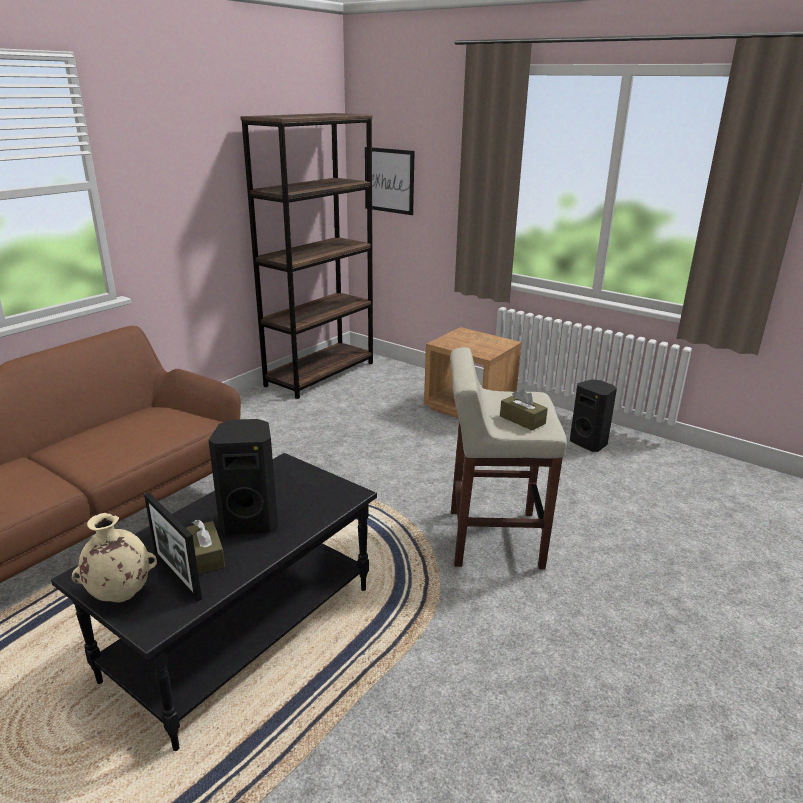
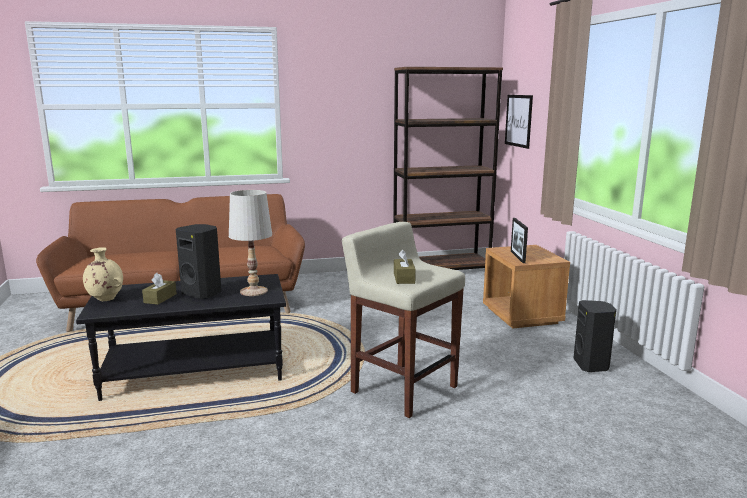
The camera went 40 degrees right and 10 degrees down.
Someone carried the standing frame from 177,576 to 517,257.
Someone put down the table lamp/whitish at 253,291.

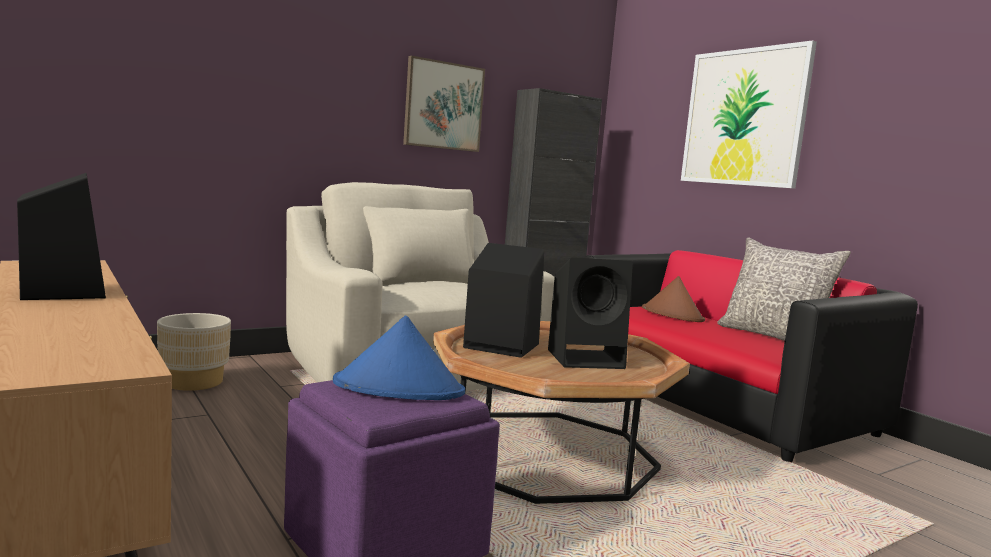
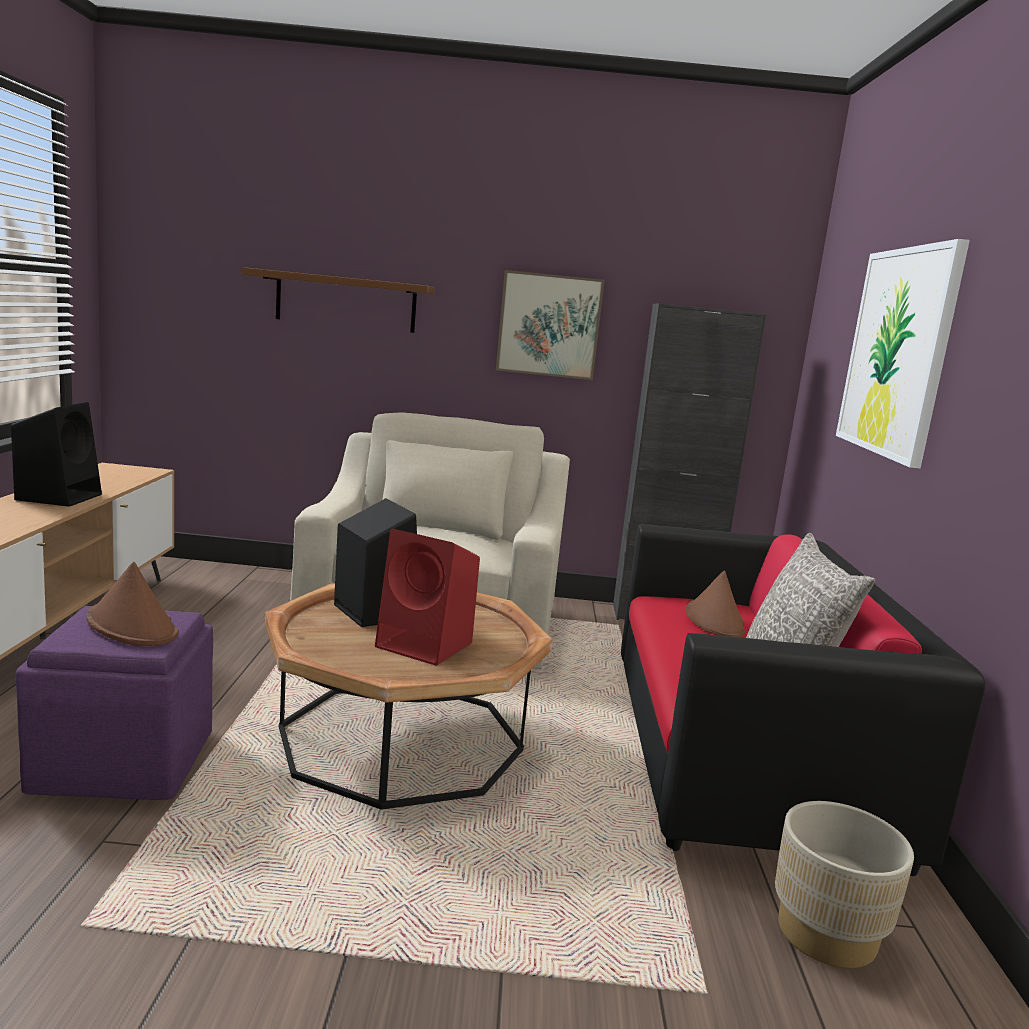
The camera went 35 degrees right and 5 degrees up.
Someone carried the flower pot/beige-coloured from 193,382 to 826,933.
Someone repainted the clothing hat/blue-coloured at 399,388, which became the clothing hat/brownish at 132,626.
Someone repainted the speaker/blackish at 587,359, which became the speaker/red at 427,645.
Someone put up the wall shelf/brownish at 346,302.

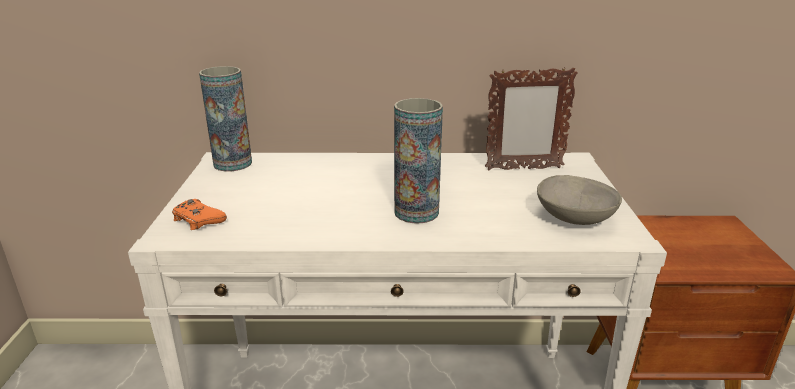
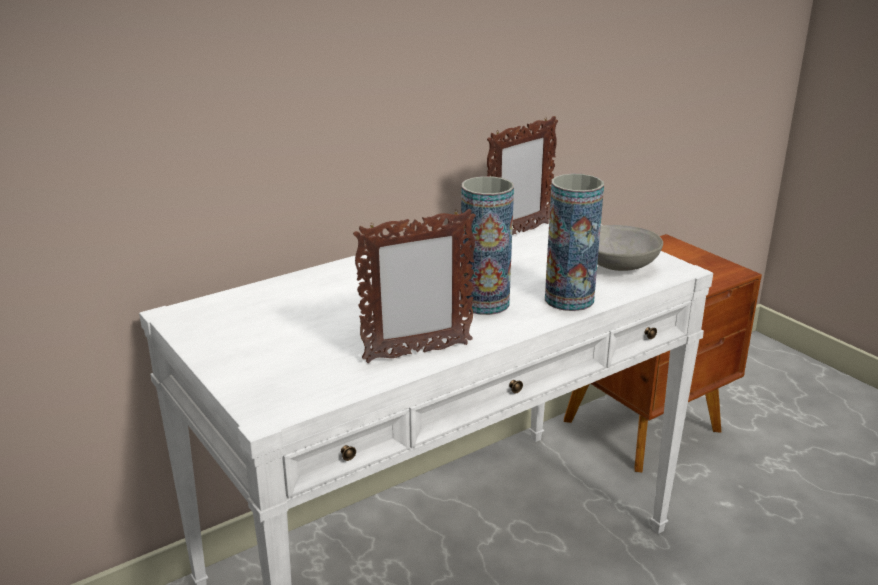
The camera went 35 degrees left and 0 degrees up.
Someone took away the gamepad/orange at 198,220.
Someone carried the flower vase from 232,163 to 569,299.
Someone put down the standing frame at 416,353.

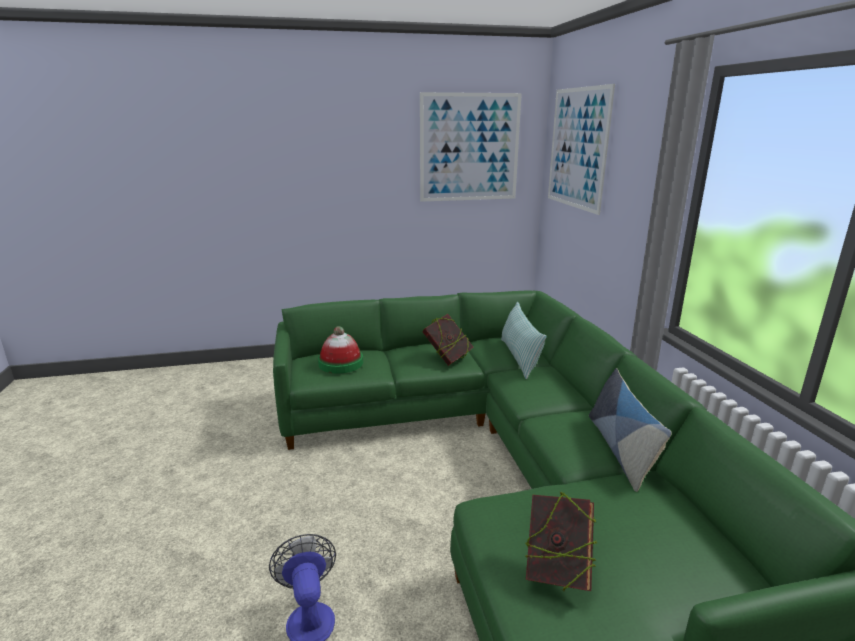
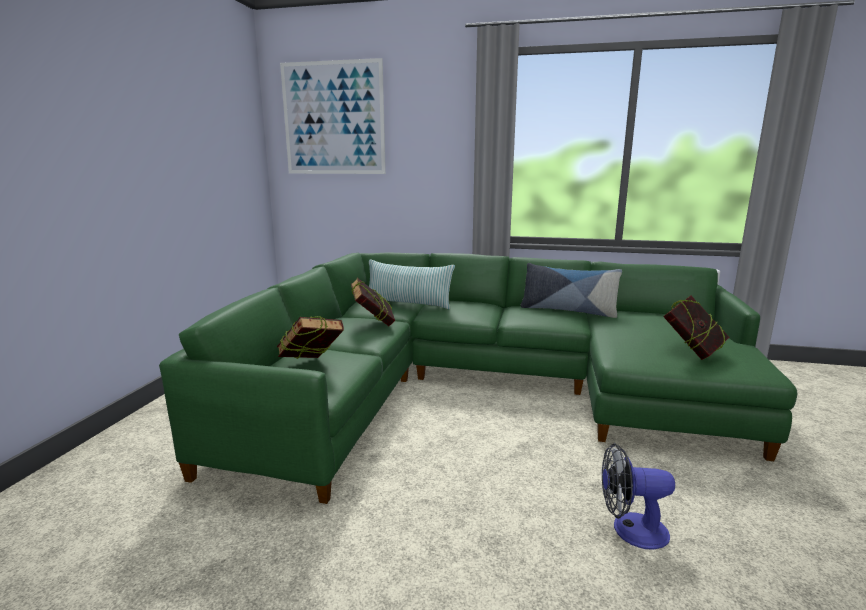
The camera went 65 degrees left and 5 degrees down.
Someone swapped the clothing hat at 340,363 for the volume at 311,366.
Someone took away the wall art at 469,148.

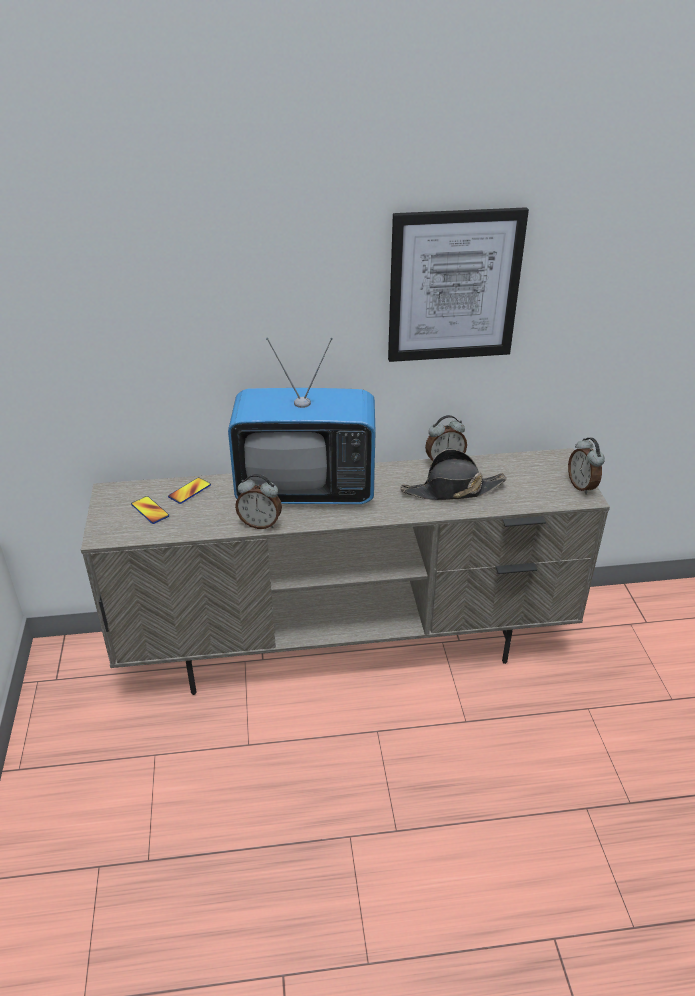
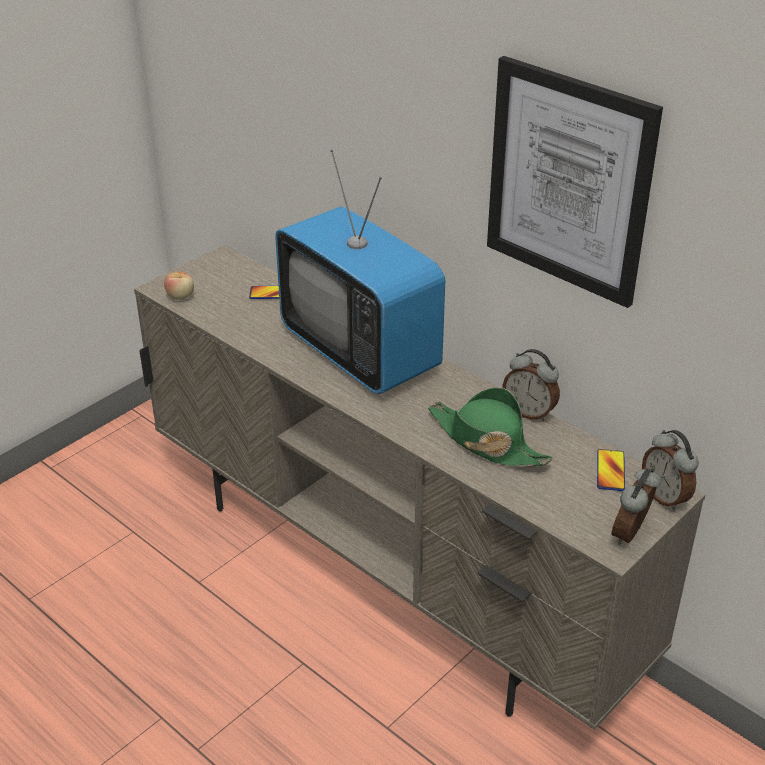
The camera went 50 degrees right and 0 degrees up.
Someone carried the handset from 150,510 to 610,471.
Someone carried the bedside clock from 260,523 to 665,497.
Someone repainted the clothing hat/blackish at 452,490, which became the clothing hat/green at 486,441.
Someone put down the whole apple at 181,297.

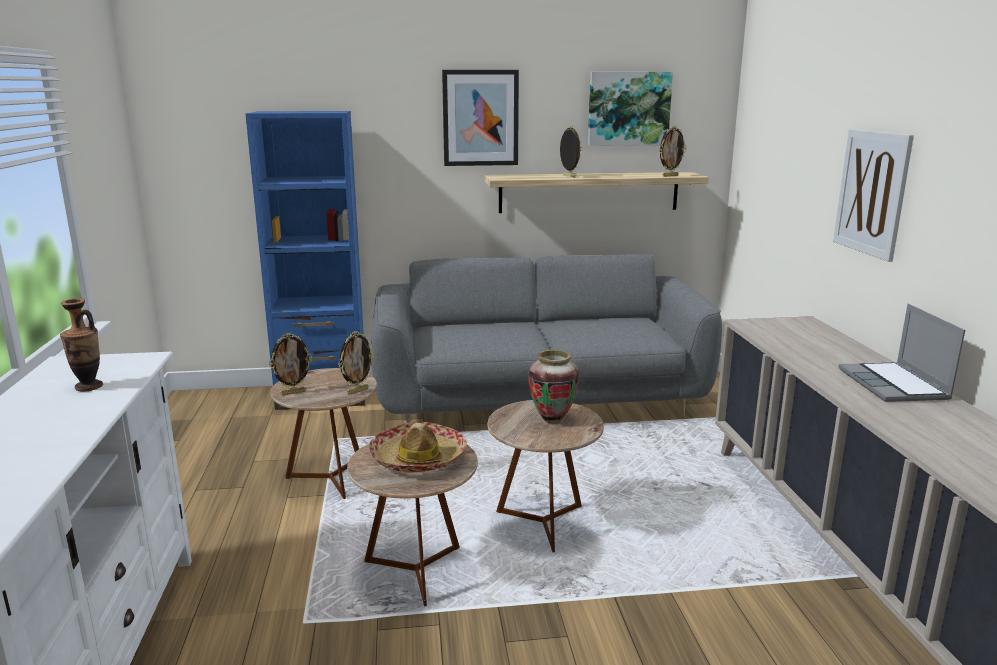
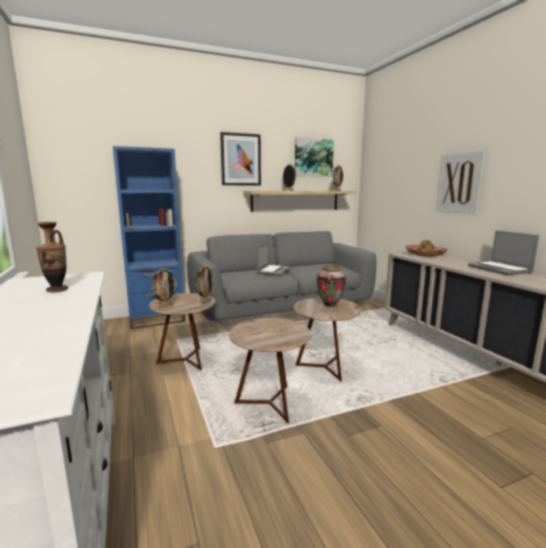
The camera went 15 degrees left and 5 degrees down.
Someone carried the clothing hat from 418,458 to 425,254.
Someone put down the laptop at 273,271.

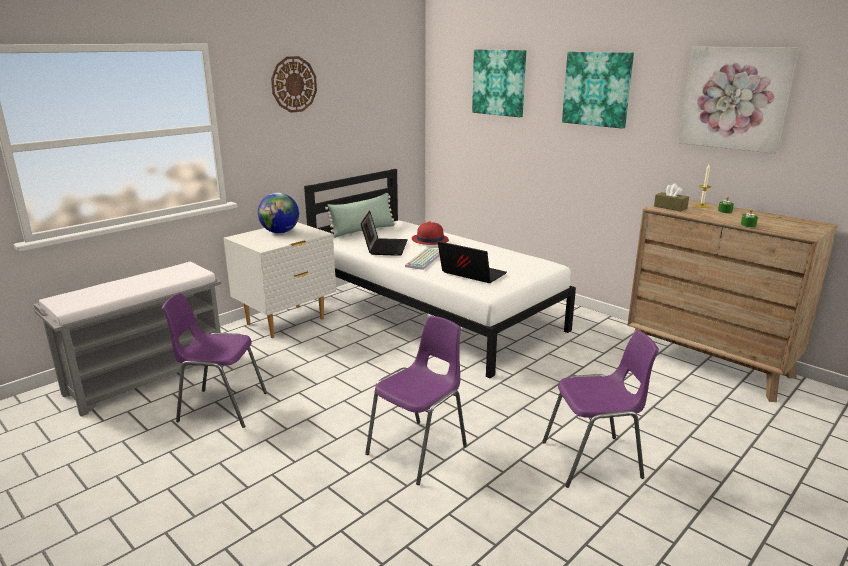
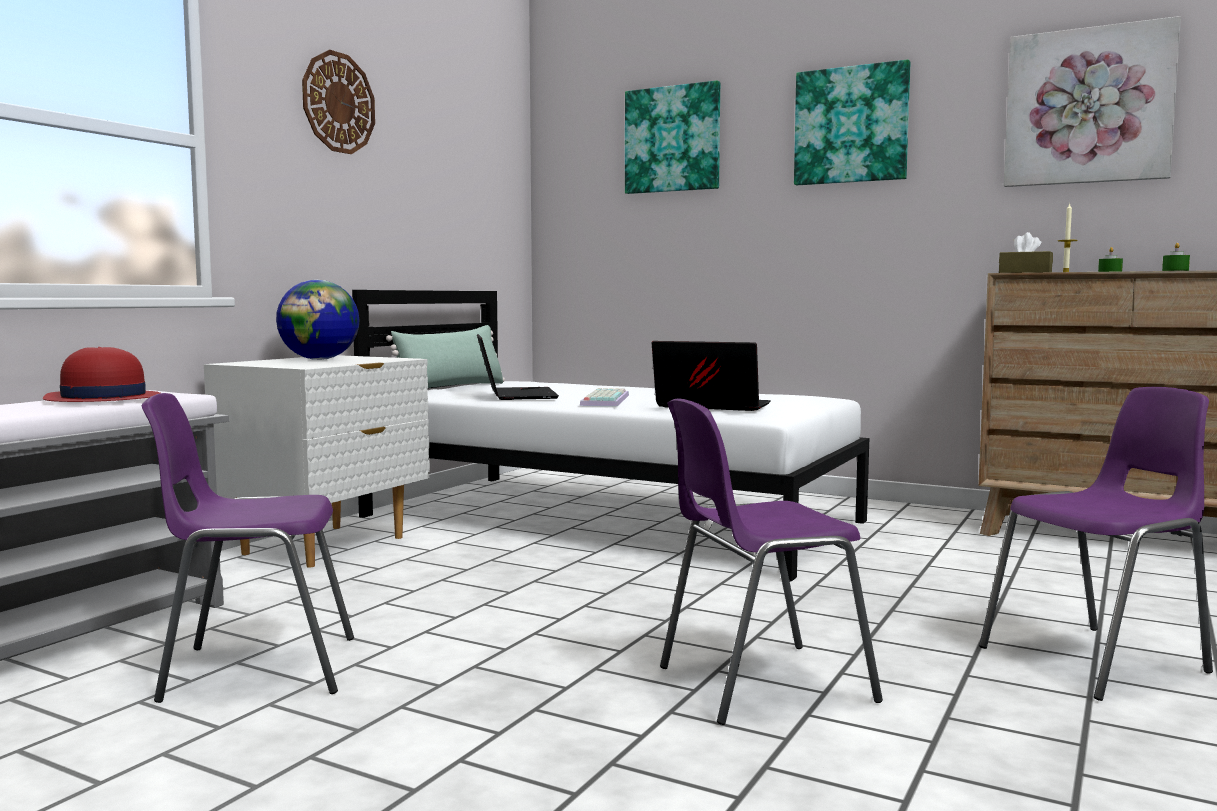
The camera went 15 degrees left and 15 degrees down.
Someone rotated the chair/purplish at 419,450 by 135 degrees counterclockwise.
Someone carried the clothing hat/red from 429,240 to 103,399.

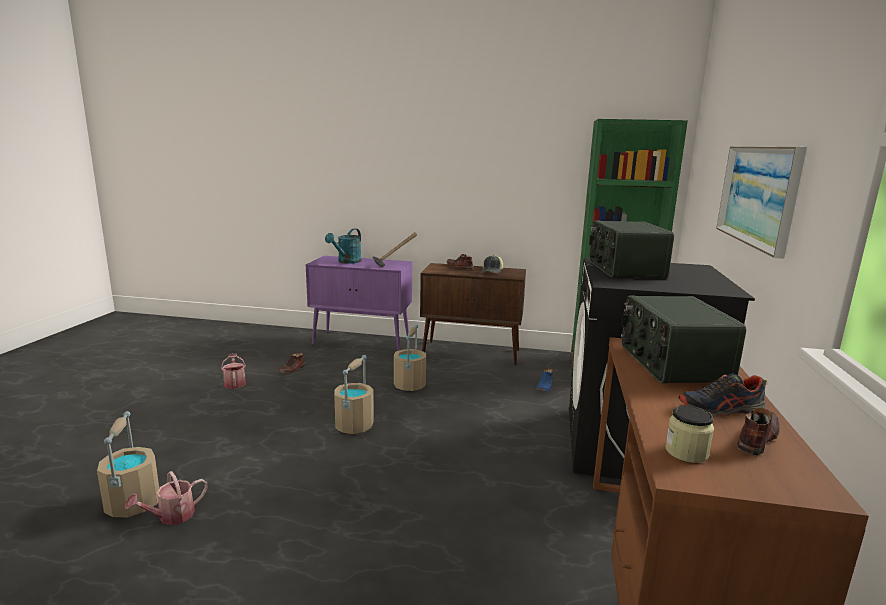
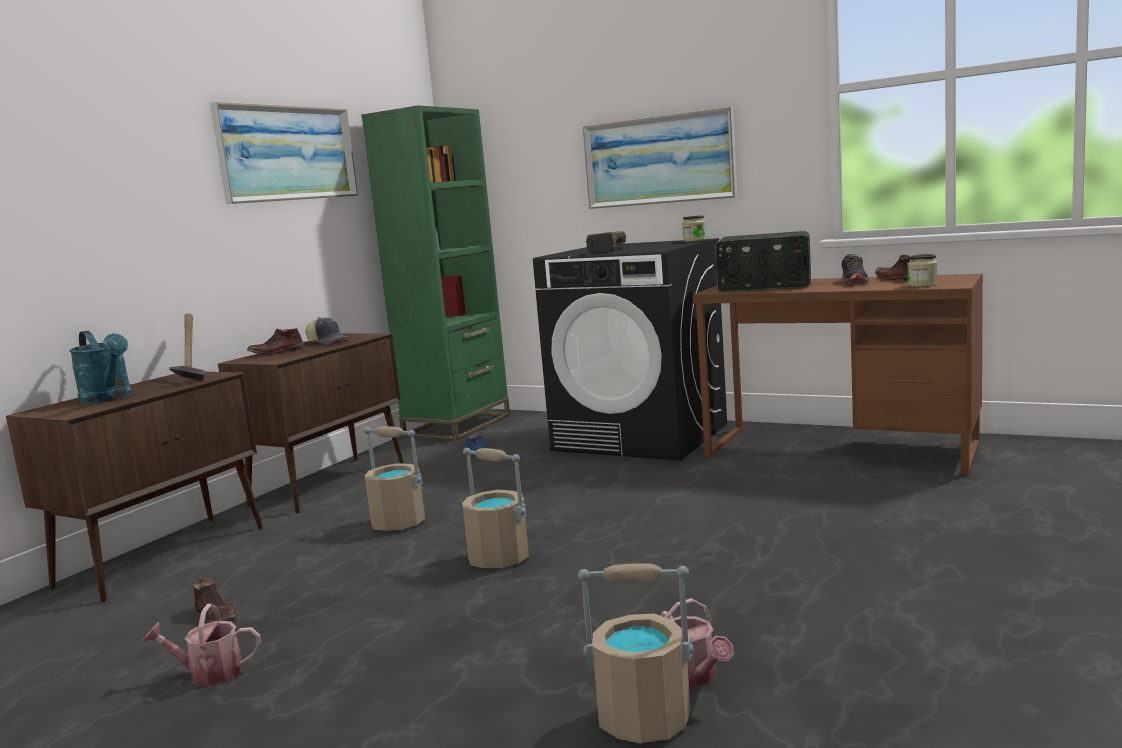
The camera went 70 degrees left and 5 degrees down.
Someone repainted the cabinet/purplish at 362,342, which became the cabinet/brownish at 165,556.
Someone swapped the radio at 624,269 for the electric drill at 601,251.
Someone put up the wall art at 287,153.
Someone put down the storage jar at 694,240.

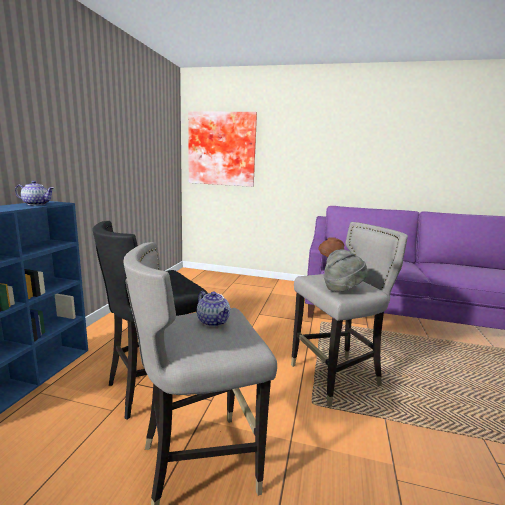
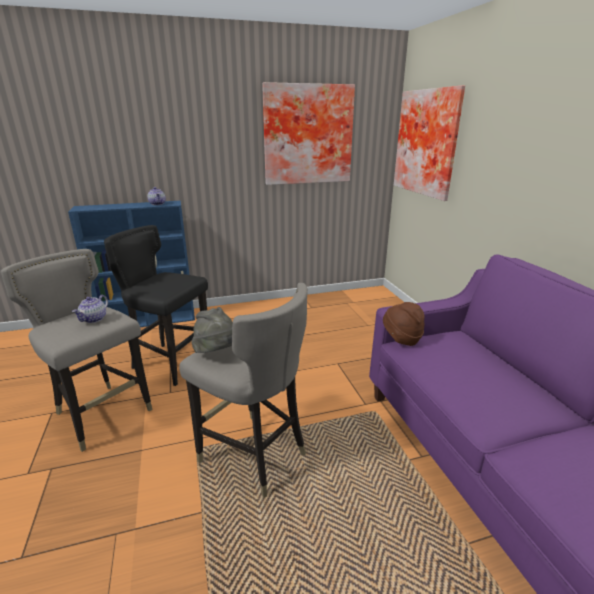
The camera went 60 degrees right and 10 degrees up.
Someone put up the wall art at 307,135.

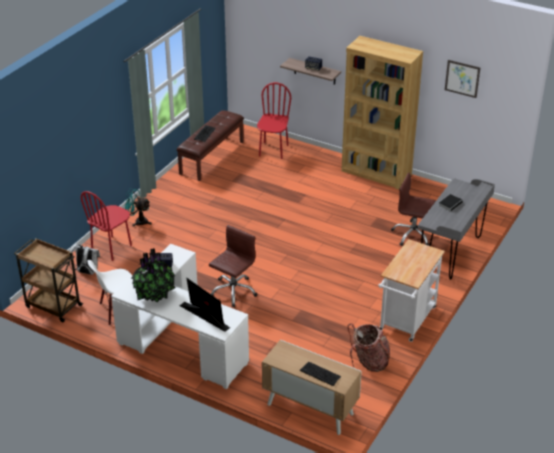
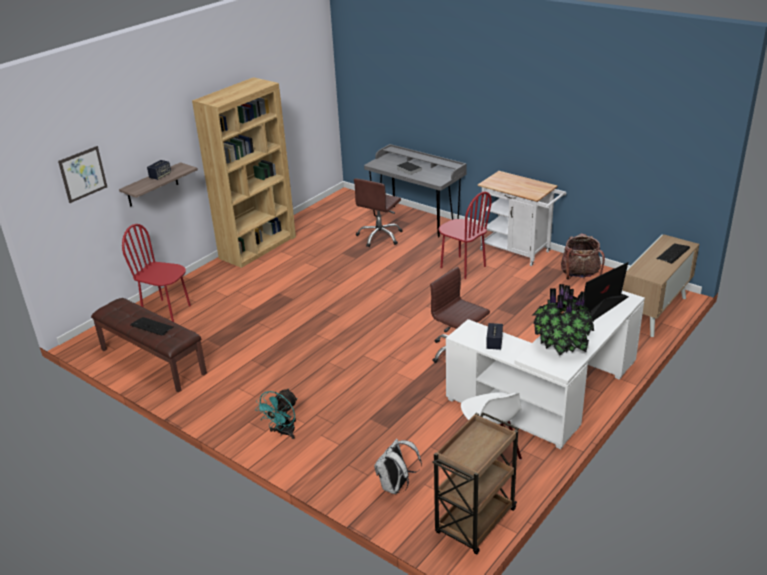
The camera went 80 degrees left and 5 degrees down.
Someone carried the chair/red from 112,248 to 462,267.
Someone carried the wall art from 462,78 to 83,174.

